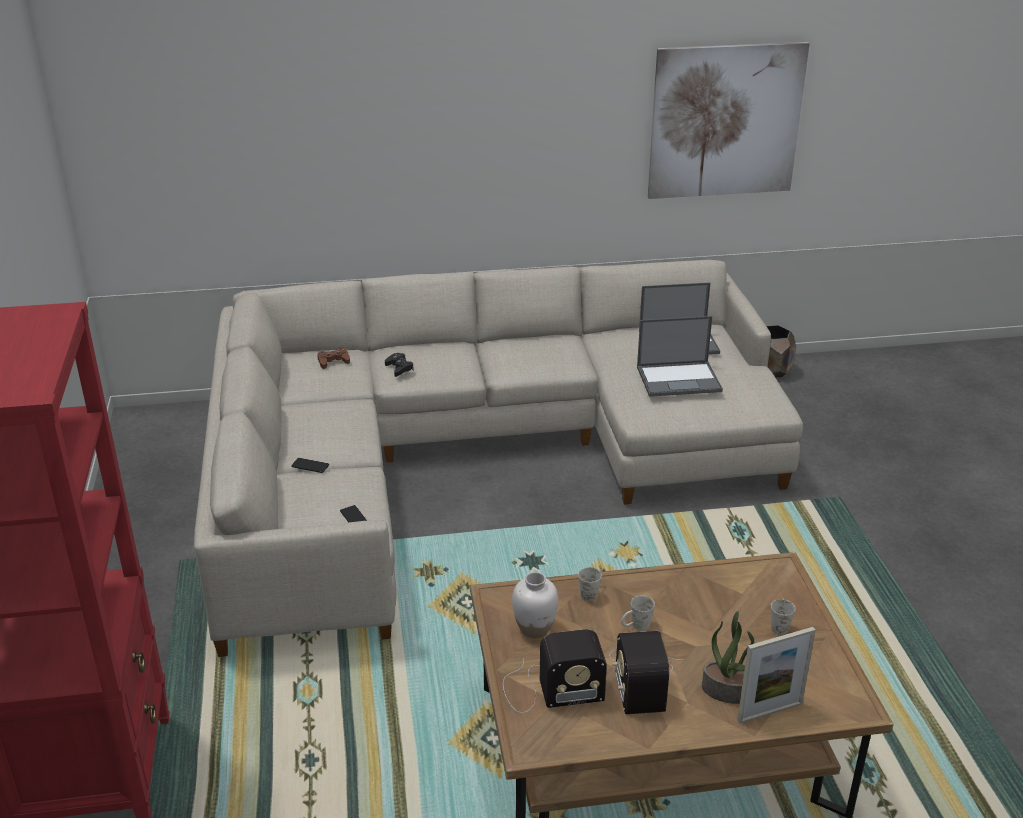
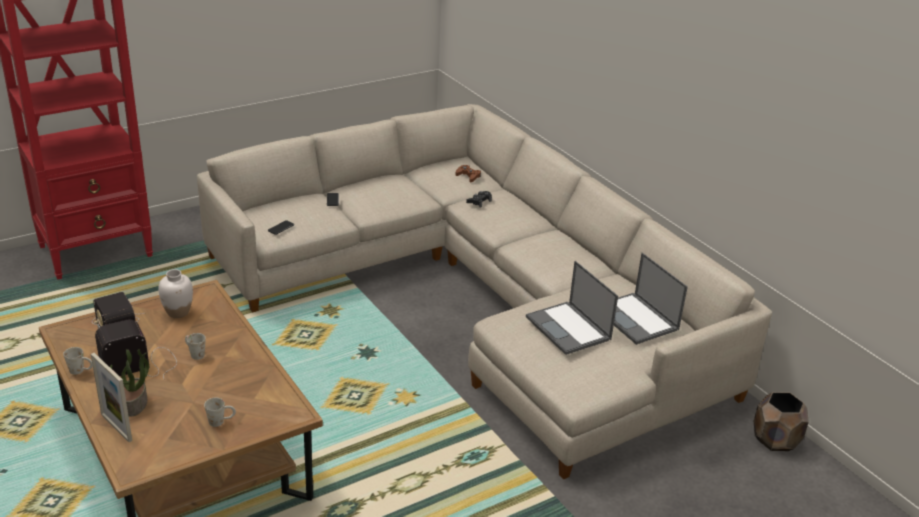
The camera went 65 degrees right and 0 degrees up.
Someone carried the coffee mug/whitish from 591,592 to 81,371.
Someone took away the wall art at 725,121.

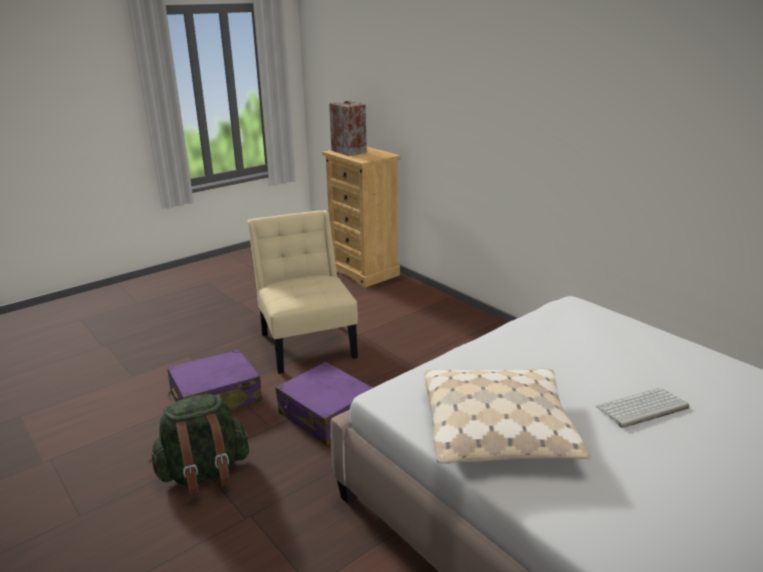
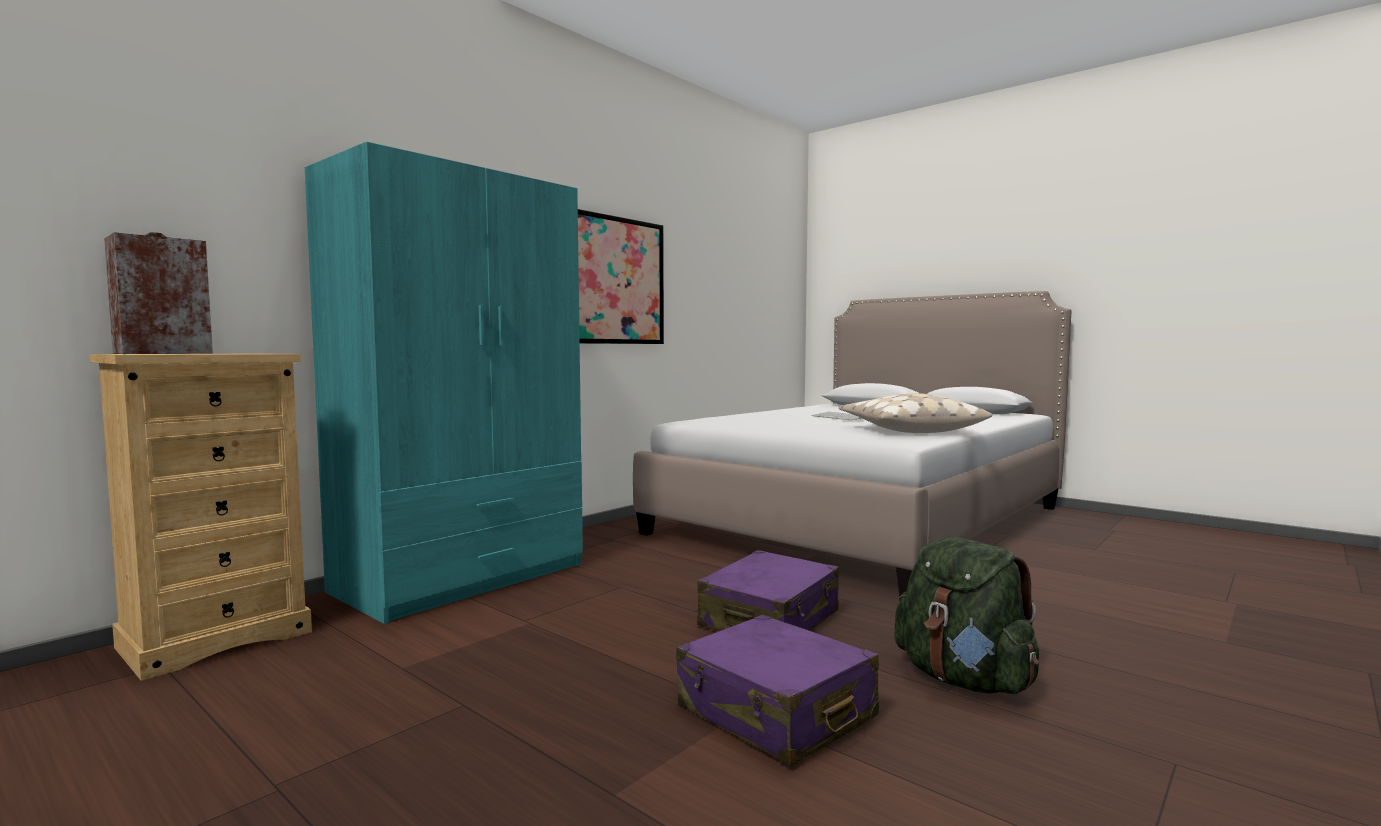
The camera went 100 degrees left and 20 degrees down.
Someone took away the chair/beige-coloured at 307,342.
Someone put down the armoire/blue-green at 463,578.
Someone put up the wall art at 616,281.

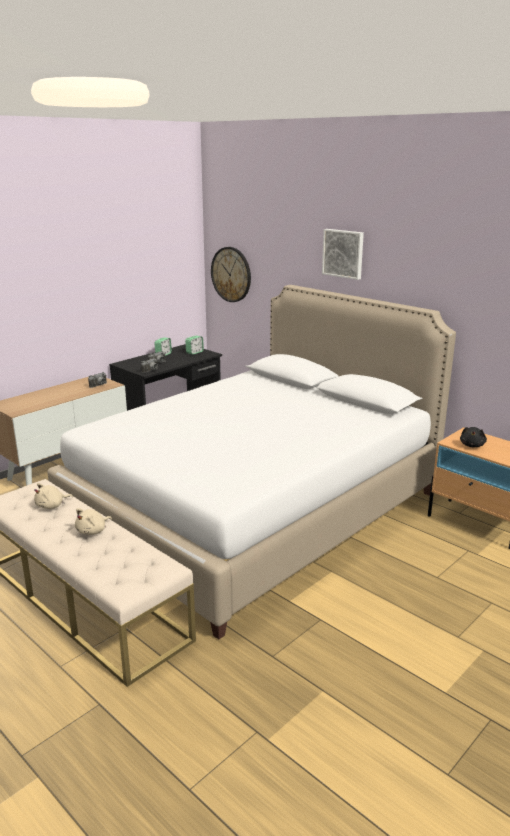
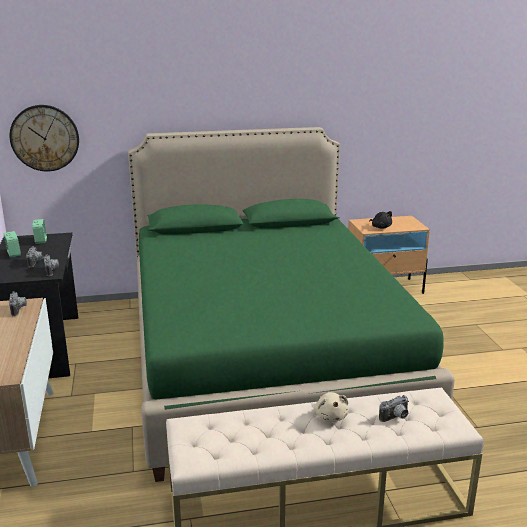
The camera went 55 degrees left and 0 degrees up.
Someone took away the plush toy/beige-coloured at 52,506.
Someone repainted the sleeping bed/whitish at 255,510, which became the sleeping bed/green at 263,359.
Someone took away the wall art at 343,253.
Someone put down the still camera at 395,418.

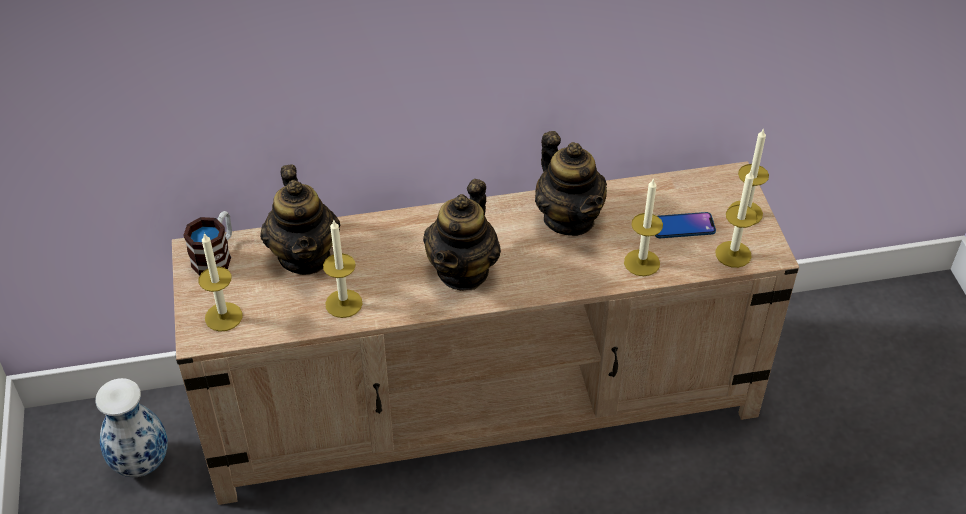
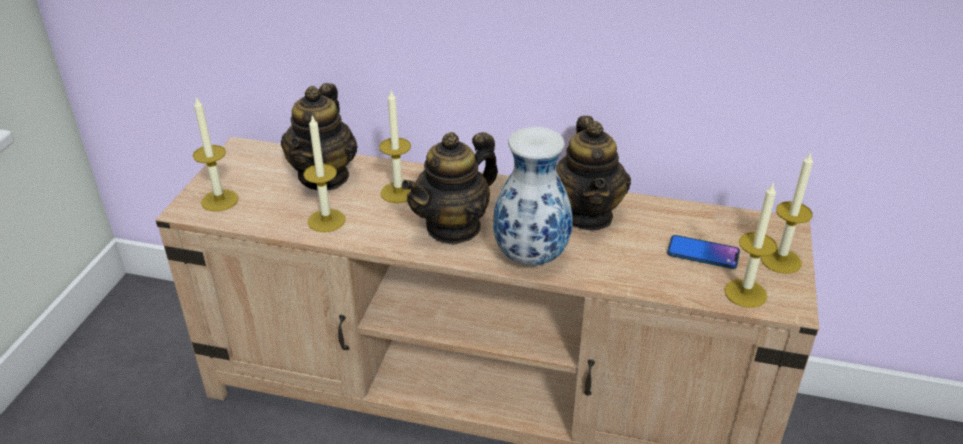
The camera went 25 degrees right and 10 degrees down.
Someone carried the flower vase from 142,463 to 532,258.
Someone took away the coffee mug at 216,256.
Someone carried the wax light from 642,262 to 398,192.

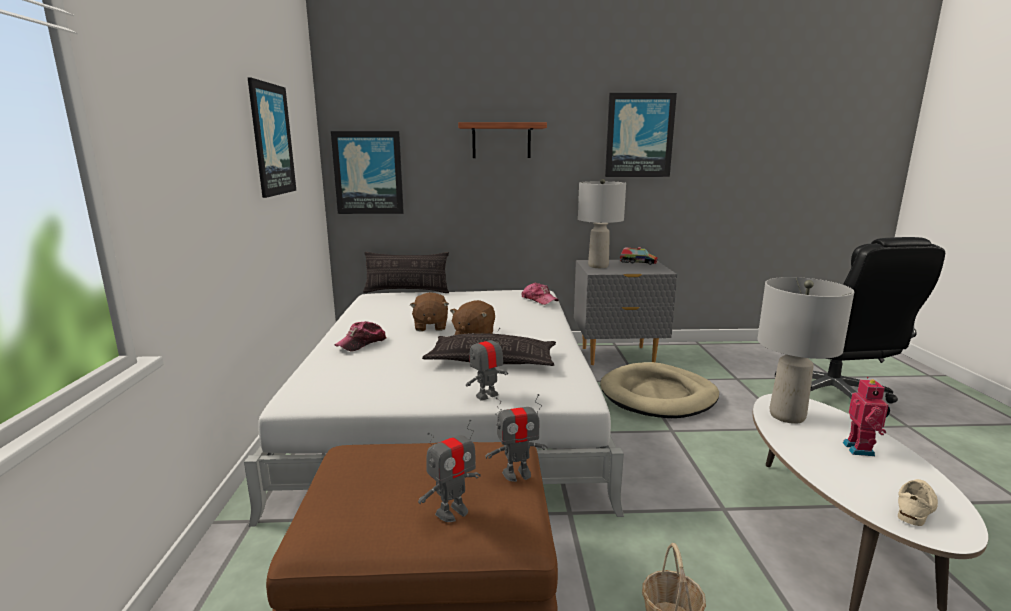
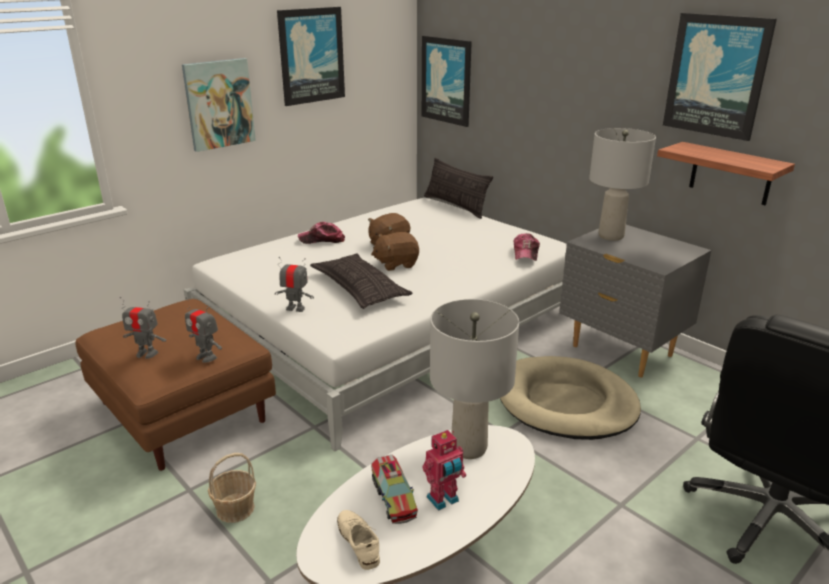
The camera went 50 degrees right and 10 degrees up.
Someone carried the wall shelf from 501,141 to 730,174.
Someone carried the toy truck from 638,262 to 393,497.
Someone rotated the low shoe/beige-coloured at 915,506 by 120 degrees counterclockwise.
Someone put up the wall art at 219,104.

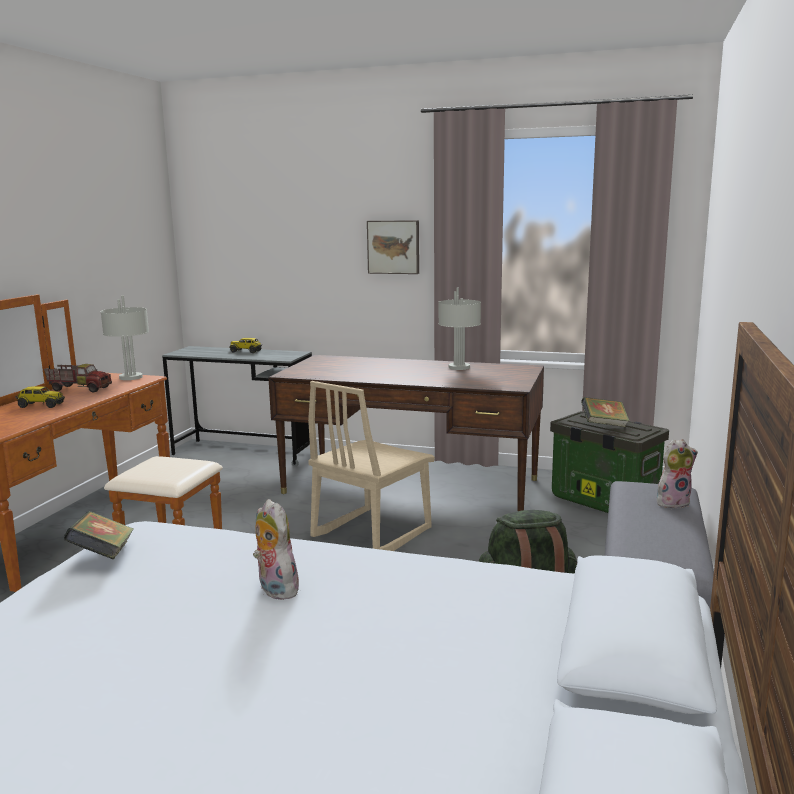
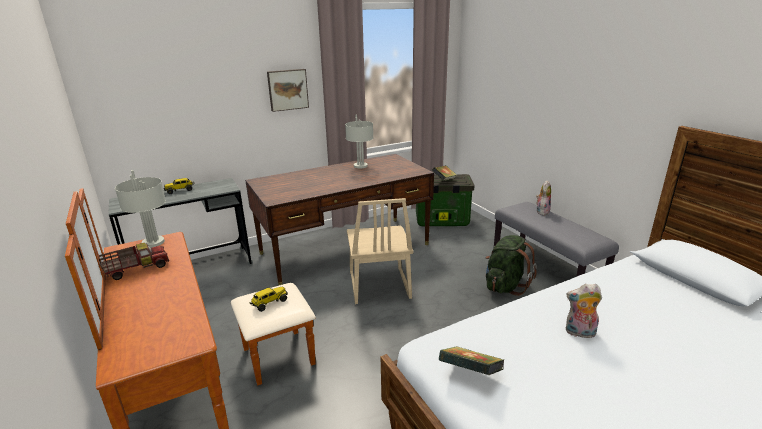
The camera went 45 degrees left and 10 degrees up.
Someone carried the toy truck from 41,405 to 269,303.

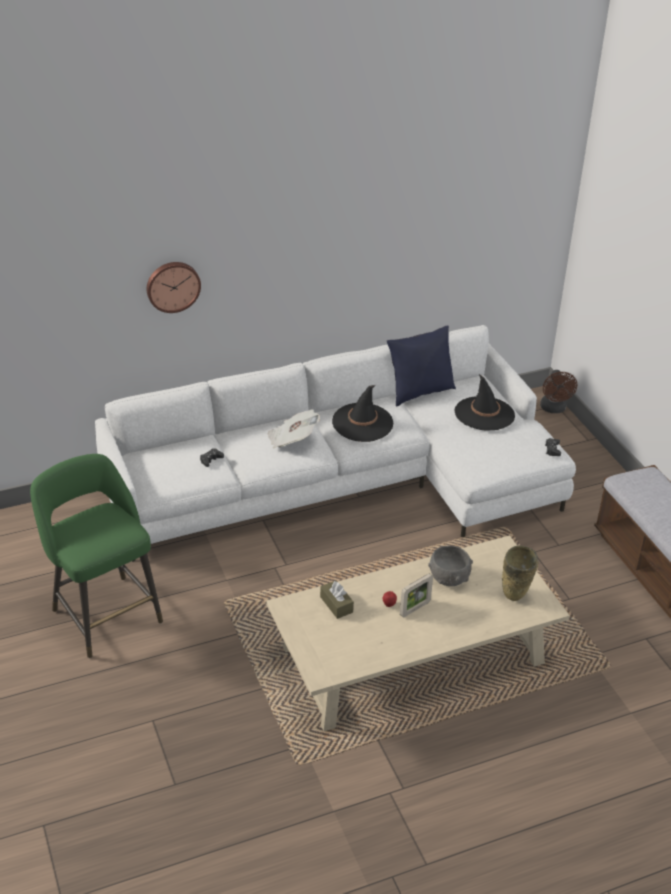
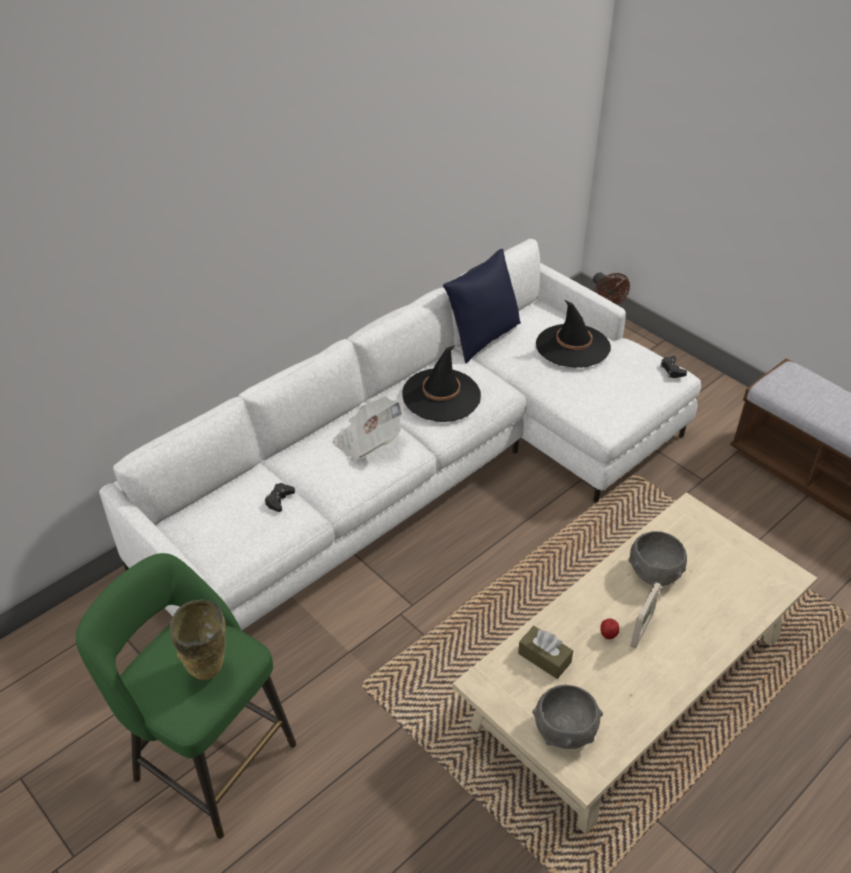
The camera went 20 degrees left and 5 degrees up.
Someone took away the hanging clock at 173,286.
Someone carried the flower vase/beige-coloured from 514,597 to 208,672.
Someone put down the deep dish/gray at 564,731.

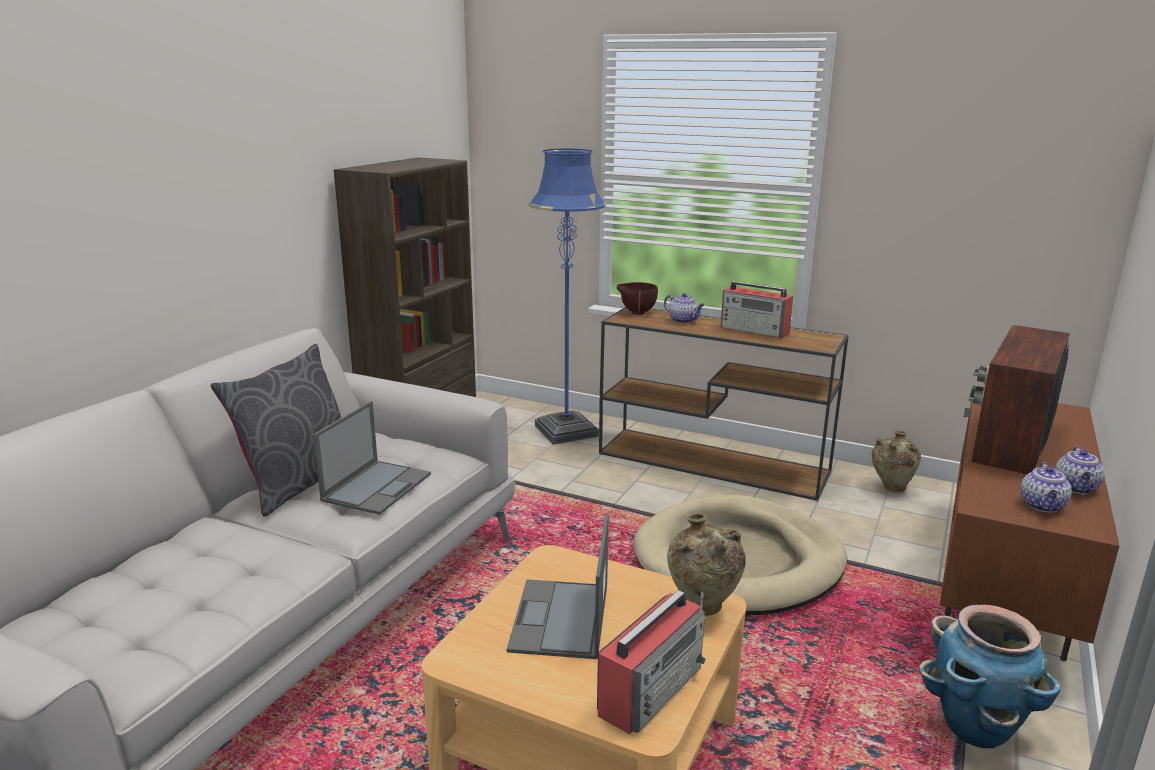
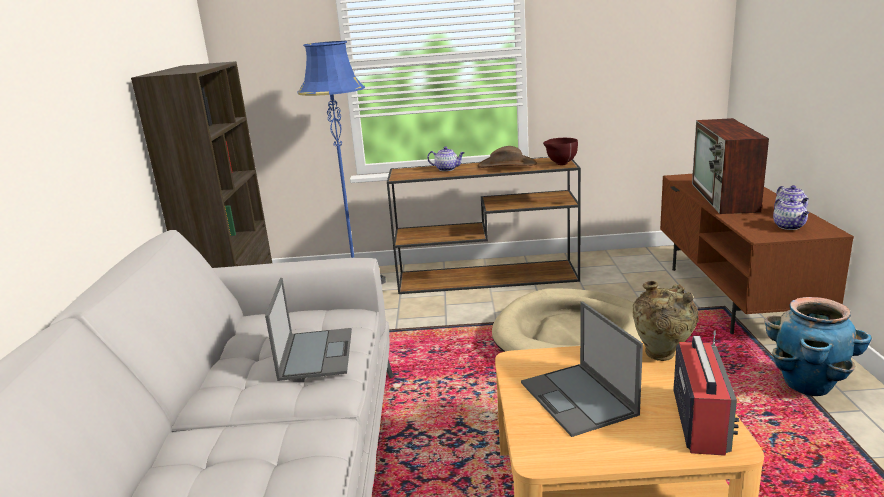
The camera went 25 degrees left and 0 degrees up.
Someone took away the cushion/gray at 298,483.
Someone carried the deep dish/brownish from 636,313 to 560,164.
Someone swapped the radio at 755,330 for the clothing hat/brownish at 507,165.
Someone took away the flower vase/beige-coloured at 891,489.

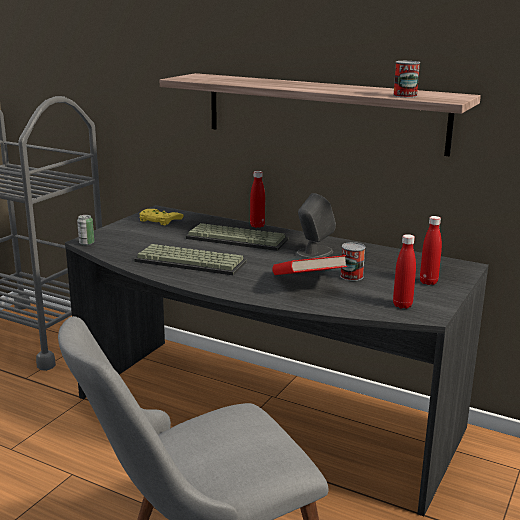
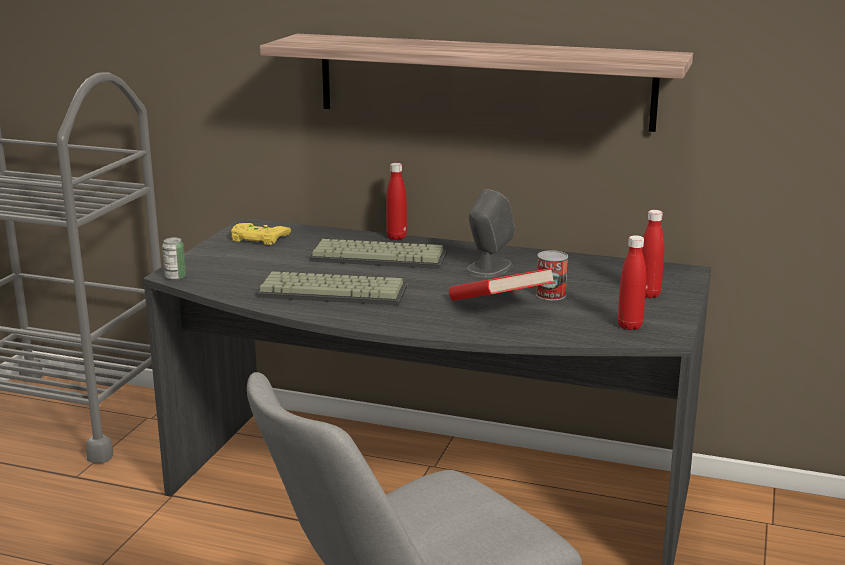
The camera went 10 degrees left and 0 degrees up.
Someone took away the can at 405,96.

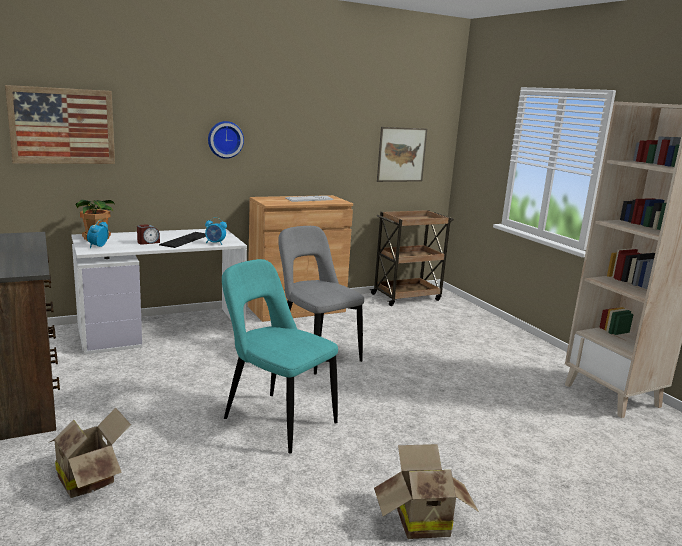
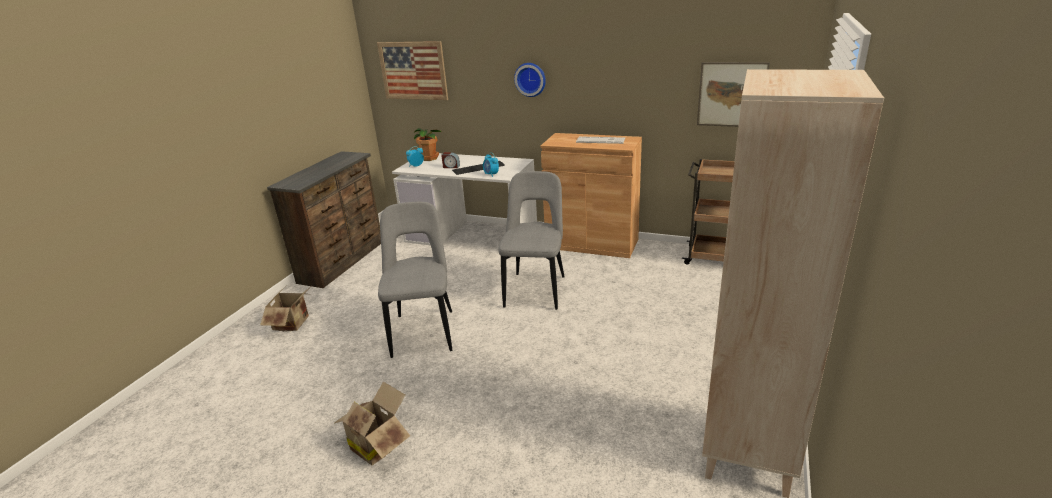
The camera went 50 degrees right and 10 degrees up.
Someone repainted the chair/blue-green at 276,419, which became the chair/gray at 424,330.

